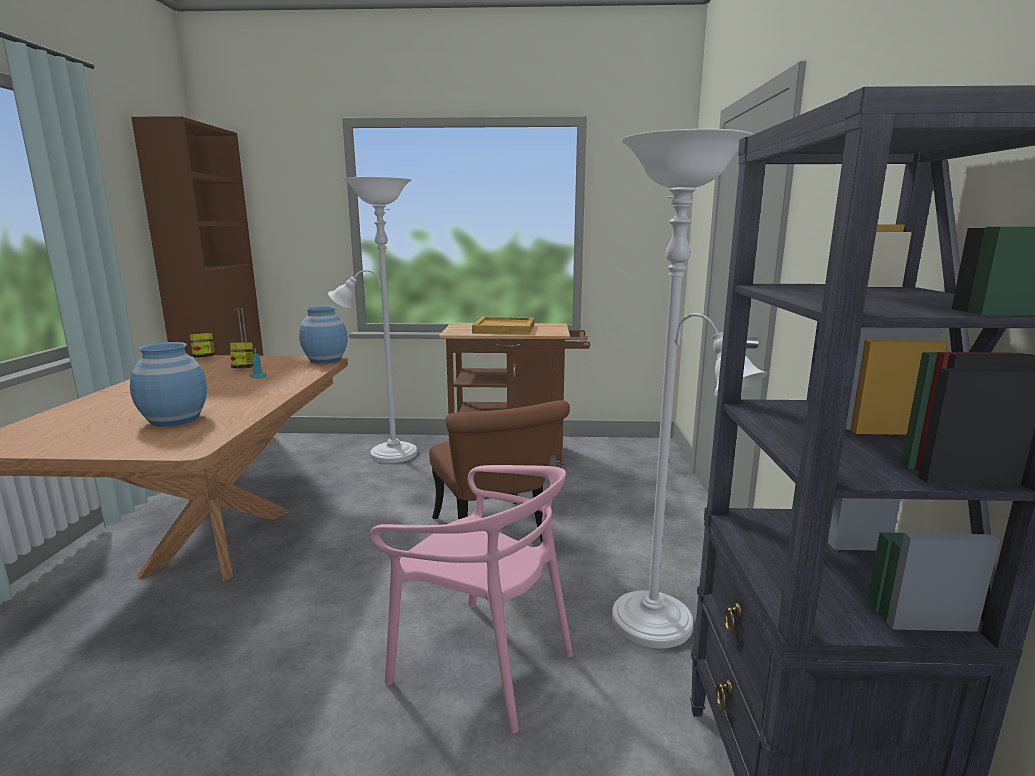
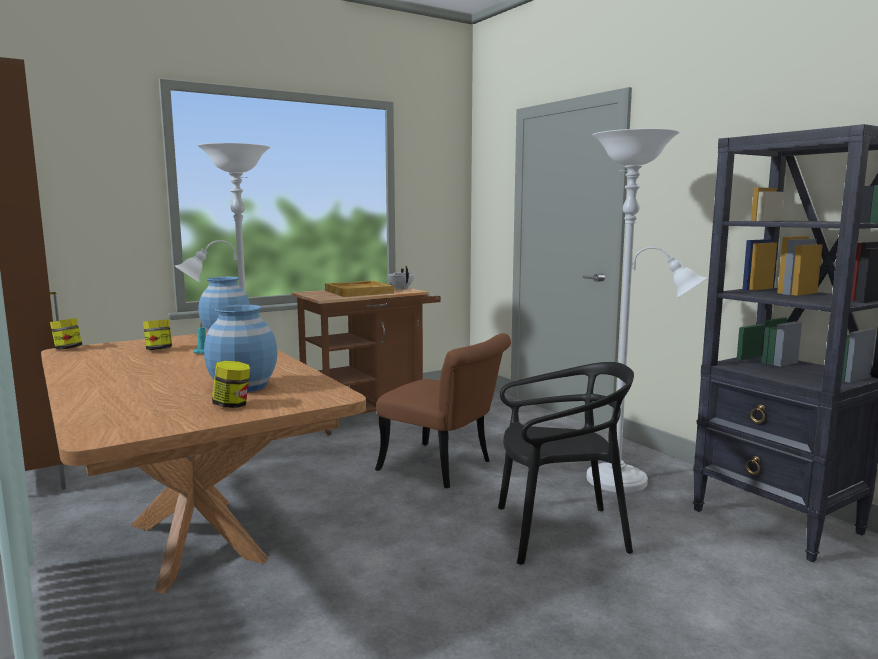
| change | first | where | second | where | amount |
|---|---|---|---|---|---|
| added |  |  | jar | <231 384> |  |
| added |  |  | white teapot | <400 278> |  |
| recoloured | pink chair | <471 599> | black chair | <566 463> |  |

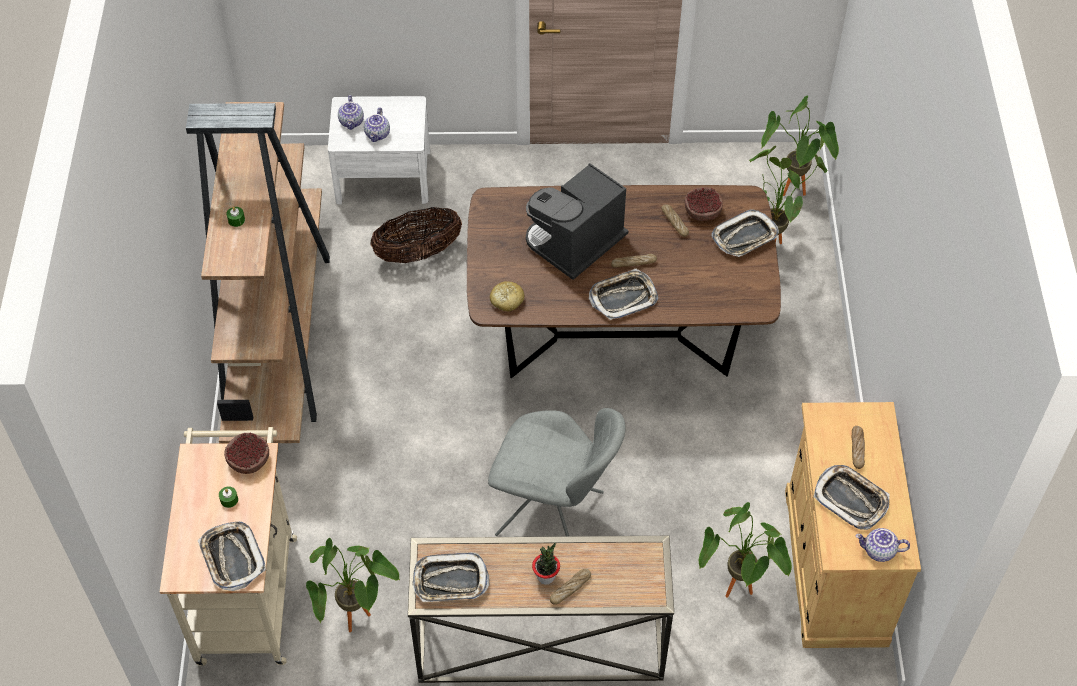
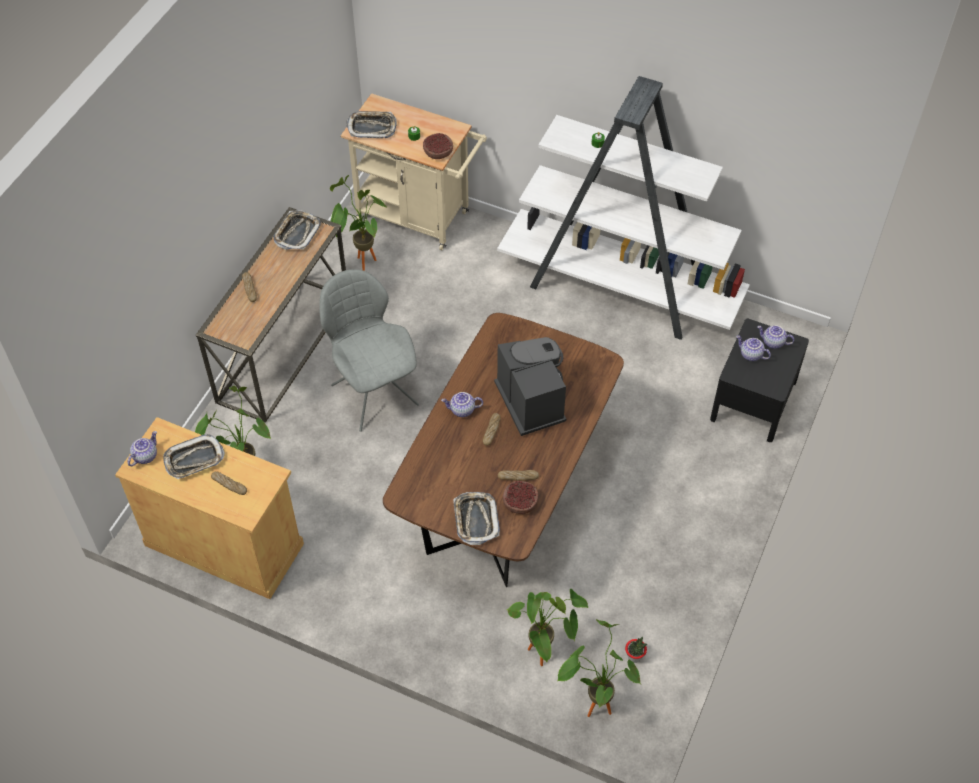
| change | first | where | second | where | amount |
|---|---|---|---|---|---|
| turned | grey chair | <557 472> |  | <369 350> | 105 degrees clockwise |
| replaced | tray | <623 294> | teapot | <462 404> |  |
| recoloured | brown bookcase | <258 272> | white bookcase | <623 208> |  |
| moved | potted plant | <546 563> |  | <636 650> |  |
| recoloured | white nightstand | <379 150> | black nightstand | <759 380> |  |
| removed | basket | <416 235> |  |  |  |
| removed | bread | <507 296> |  |  |  |

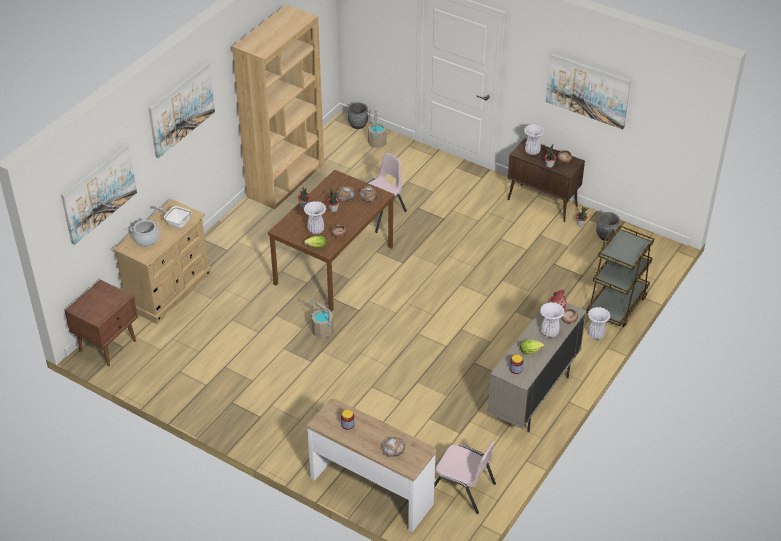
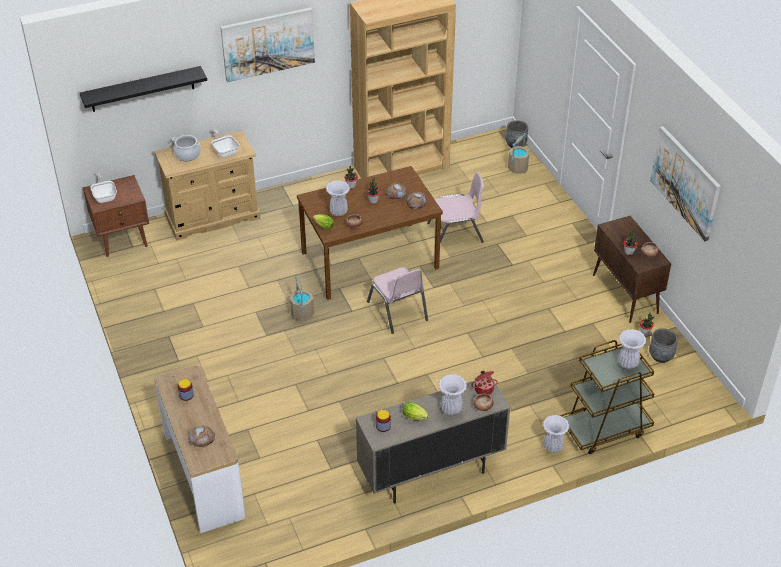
| change | first | where | second | where | amount |
|---|---|---|---|---|---|
| replaced | picture | <99 194> | black shelf | <143 89> |  |
| added |  |  | frying pan | <103 187> |  |
| moved | pink chair | <465 477> |  | <397 300> |  |
| moved | white vase | <534 139> |  | <632 349> |  |

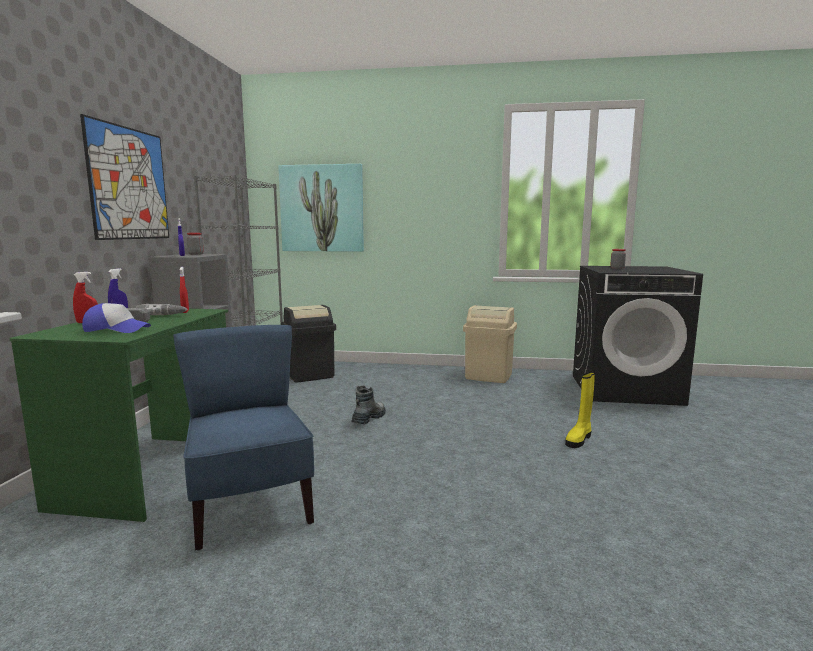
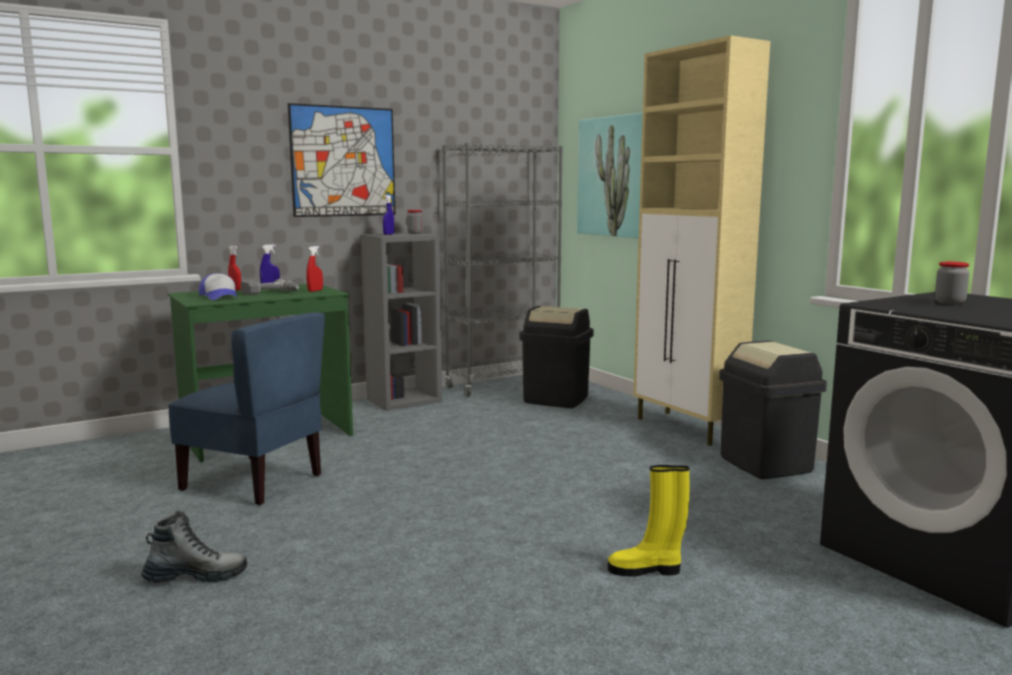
| change | first | where | second | where | amount |
|---|---|---|---|---|---|
| moved | boot | <368 404> |  | <194 546> |  |
| turned | blue chair | <243 437> |  | <246 409> | 90 degrees clockwise |
| added |  |  | beige cabinet | <702 240> |  |
| recoloured | beige trash can | <490 344> | black trash can | <773 410> |  |

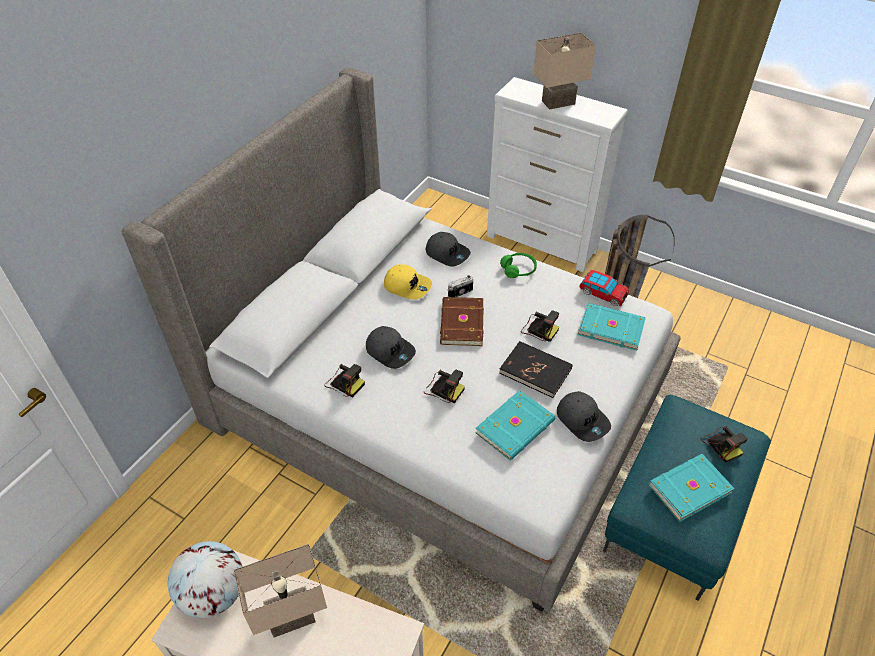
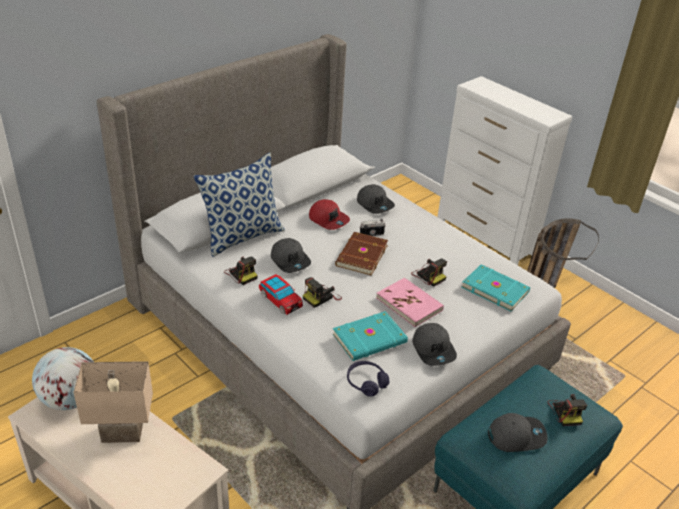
| change | first | where | second | where | amount |
|---|---|---|---|---|---|
| added |  |  | pillow | <239 205> |  |
| moved | toy car | <604 288> |  | <281 294> |  |
| turned | photo camera | <444 386> |  | <322 292> | 90 degrees clockwise |
| recoloured | yellow cap | <408 282> | red cap | <329 214> |  |
| added |  |  | purple headphones | <368 379> |  |
| recoloured | black book | <536 369> | pink book | <410 302> |  |
| replaced | turquoise book | <692 488> | grey cap | <518 432> |  |
| removed | green headphones | <518 265> |  |  |  |
| removed | beige table lamp | <564 71> |  |  |  |

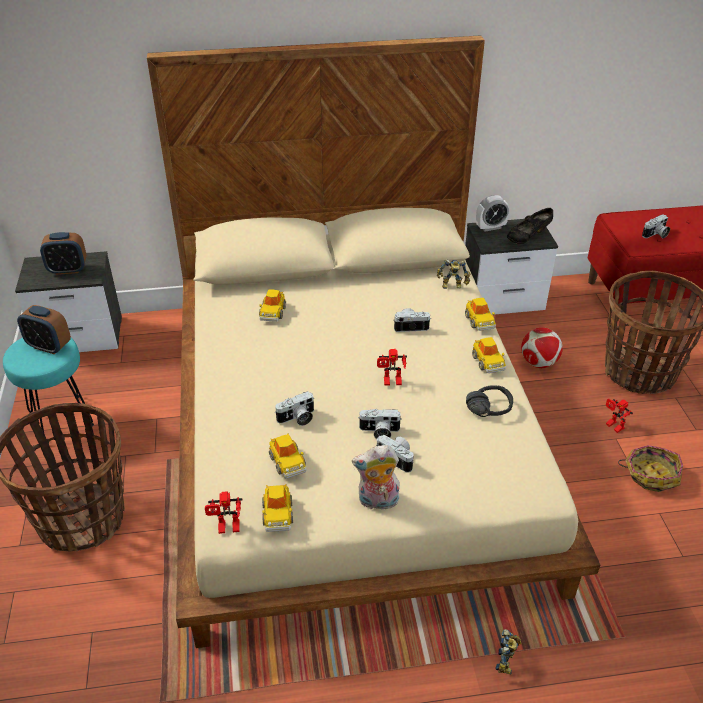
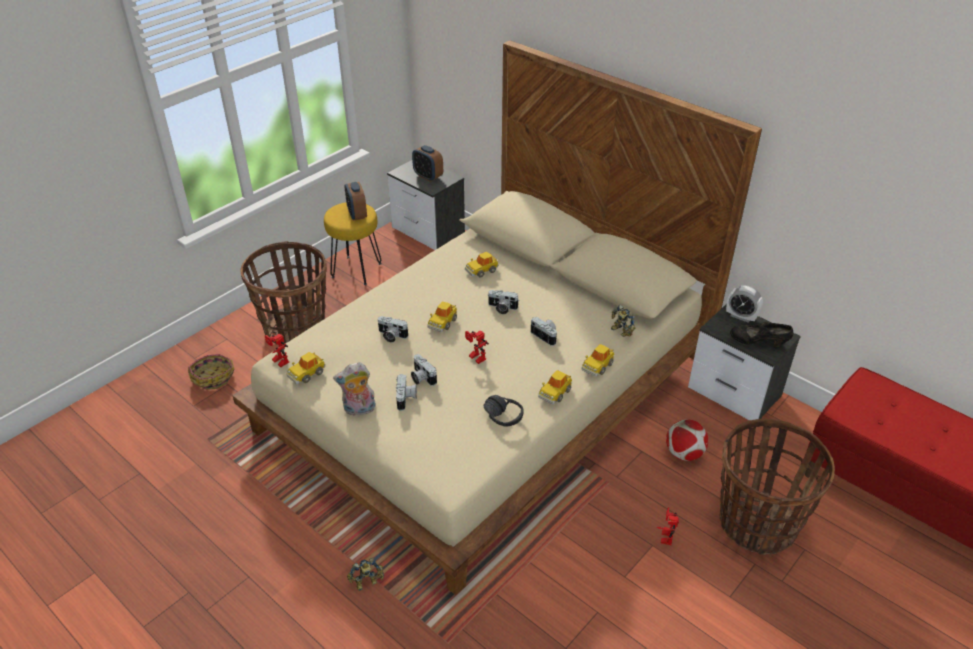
| change | first | where | second | where | amount |
|---|---|---|---|---|---|
| moved | basket | <650 468> |  | <211 372> |  |
| recoloured | turquoise stool | <48 385> | yellow stool | <353 243> |  |
| turned | plush toy | <376 477> |  | <354 389> | 60 degrees counterclockwise |
| moved | toy car | <288 456> |  | <442 317> |  |
| moved | photo camera | <656 226> |  | <503 302> |  |

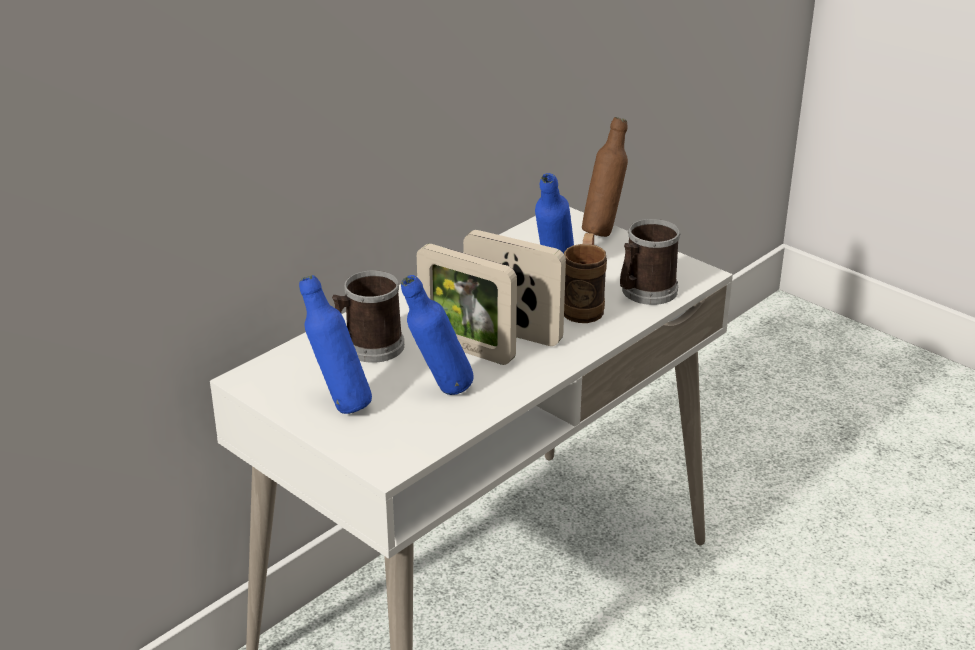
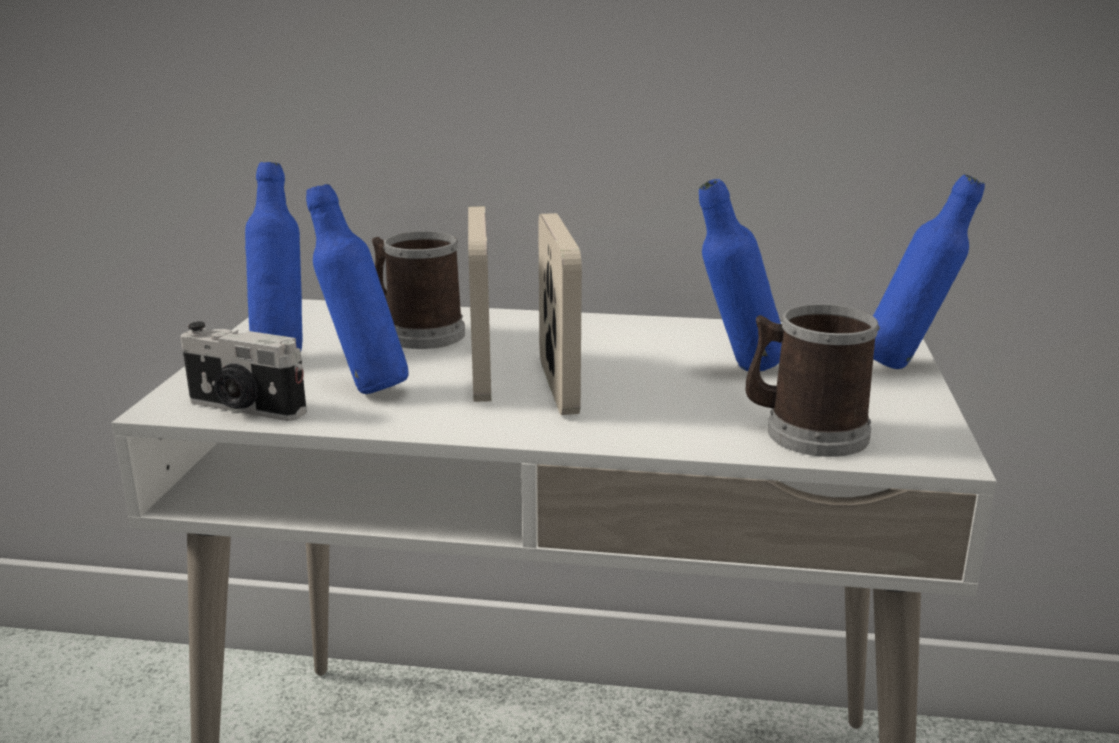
| change | first | where | second | where | amount |
|---|---|---|---|---|---|
| added |  |  | photo camera | <243 371> |  |
| recoloured | brown bottle | <605 177> | blue bottle | <929 271> |  |
| removed | brown mug | <585 278> |  |  |  |

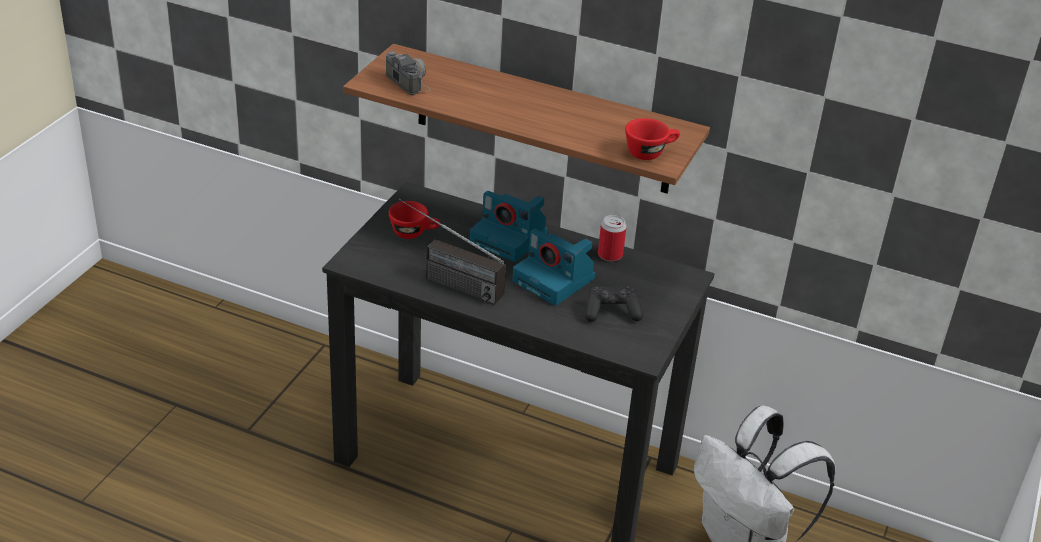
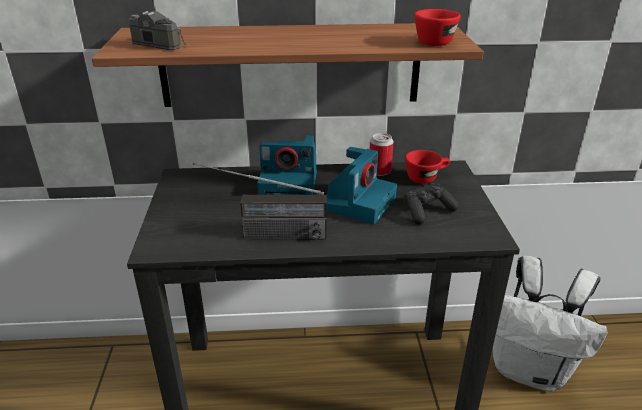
| change | first | where | second | where | amount |
|---|---|---|---|---|---|
| turned | photo camera | <553 267> |  | <361 185> | 75 degrees counterclockwise |
| moved | red cup | <415 220> |  | <427 167> |  |

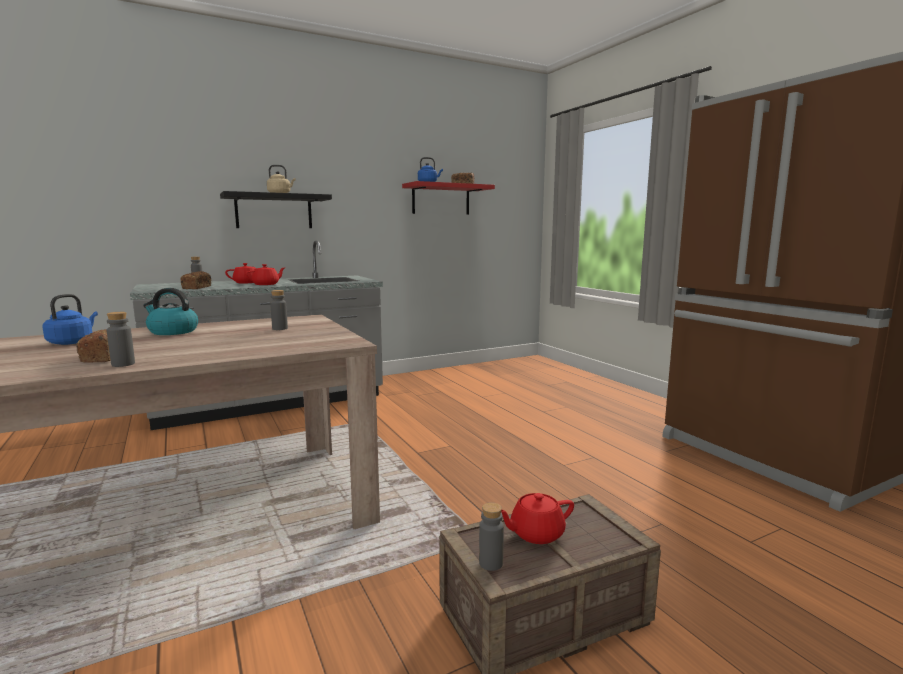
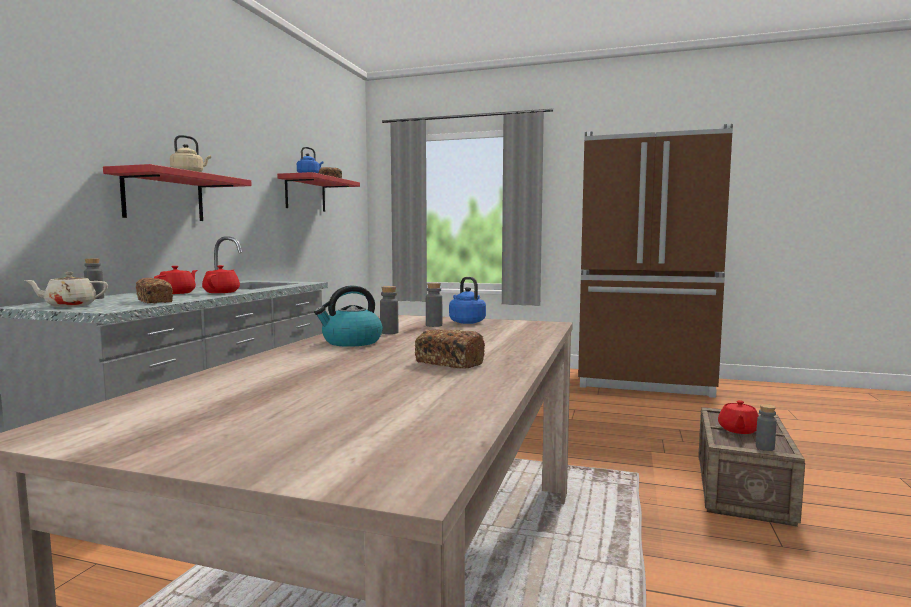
| change | first | where | second | where | amount |
|---|---|---|---|---|---|
| added |  |  | beige teapot | <66 289> |  |
| recoloured | black shelf | <276 209> | red shelf | <177 192> |  |
| moved | grey bottle | <121 339> |  | <389 310> |  |
| moved | blue kettle | <70 319> |  | <467 300> |  |

